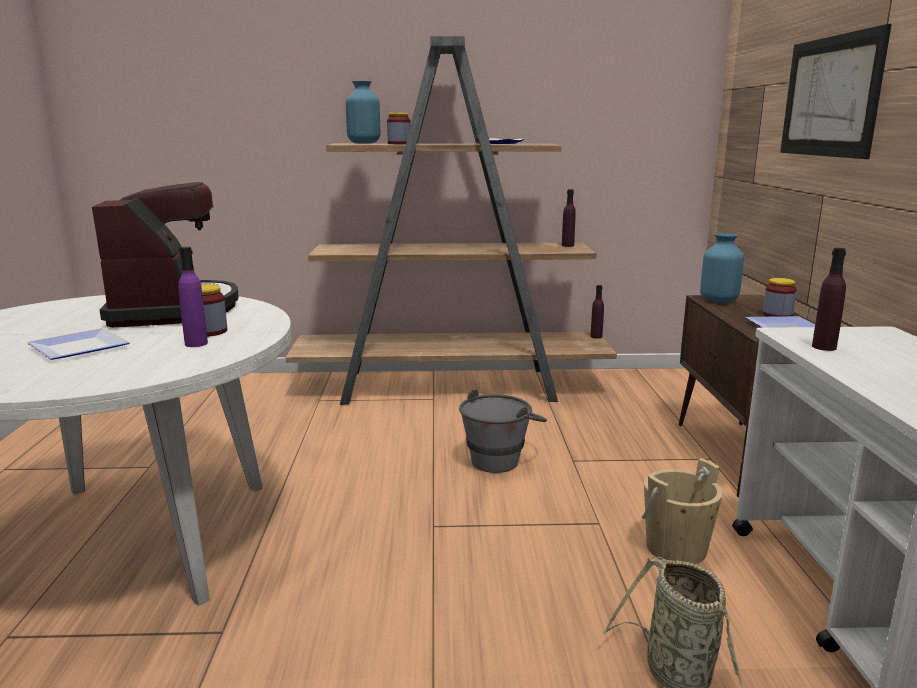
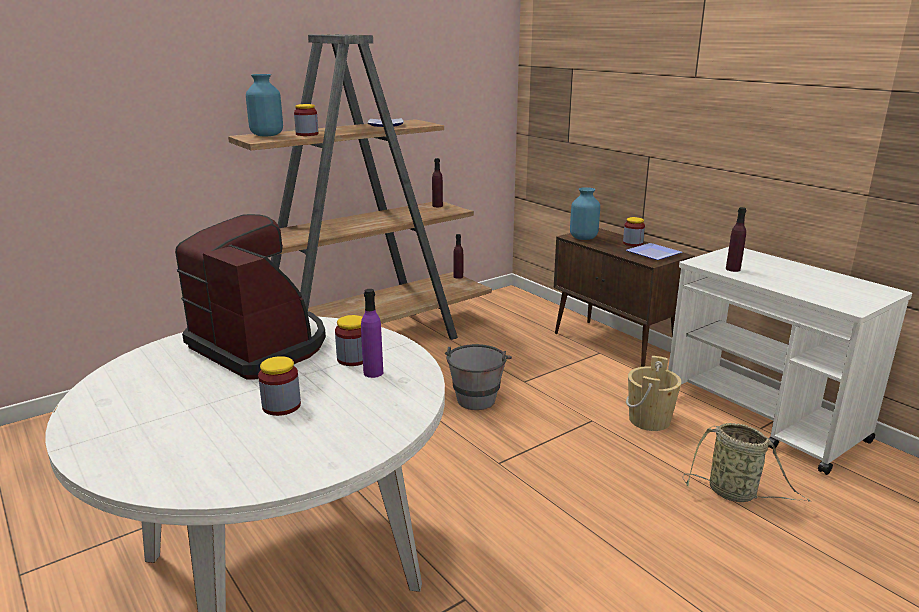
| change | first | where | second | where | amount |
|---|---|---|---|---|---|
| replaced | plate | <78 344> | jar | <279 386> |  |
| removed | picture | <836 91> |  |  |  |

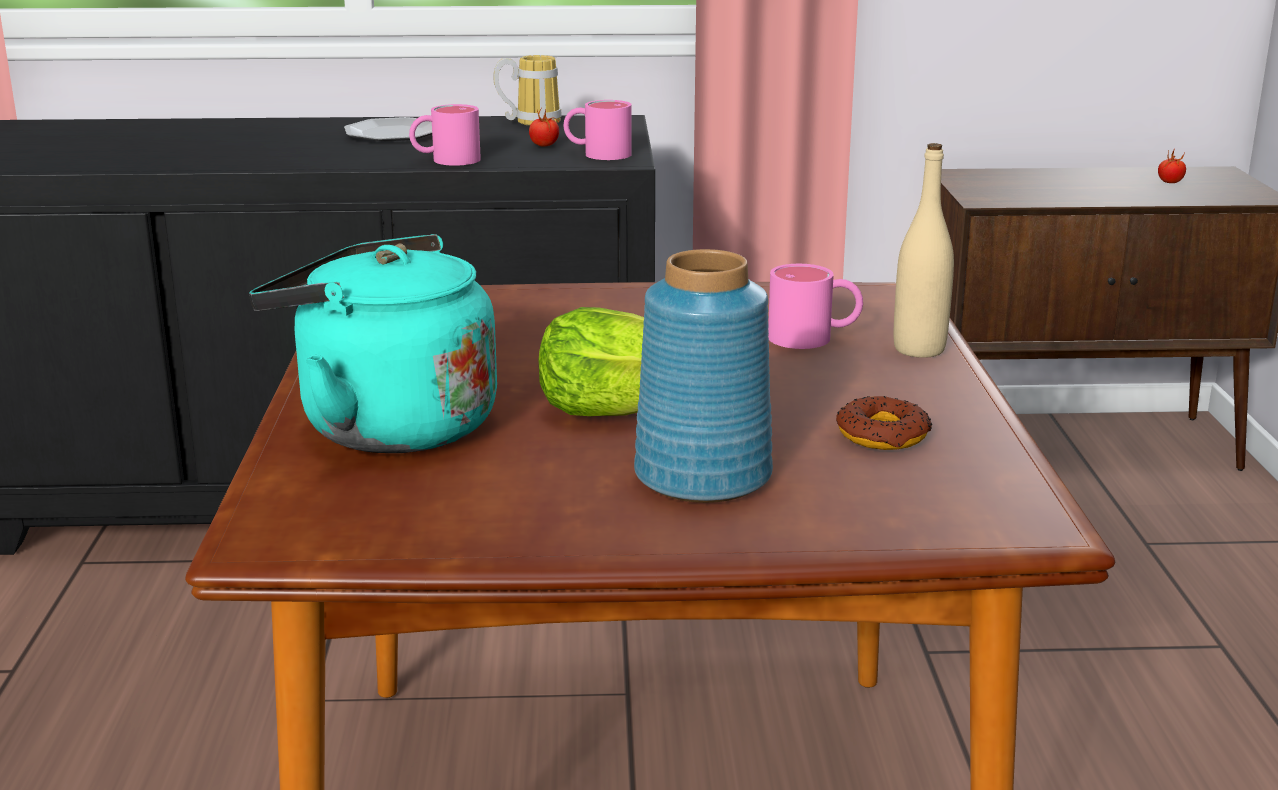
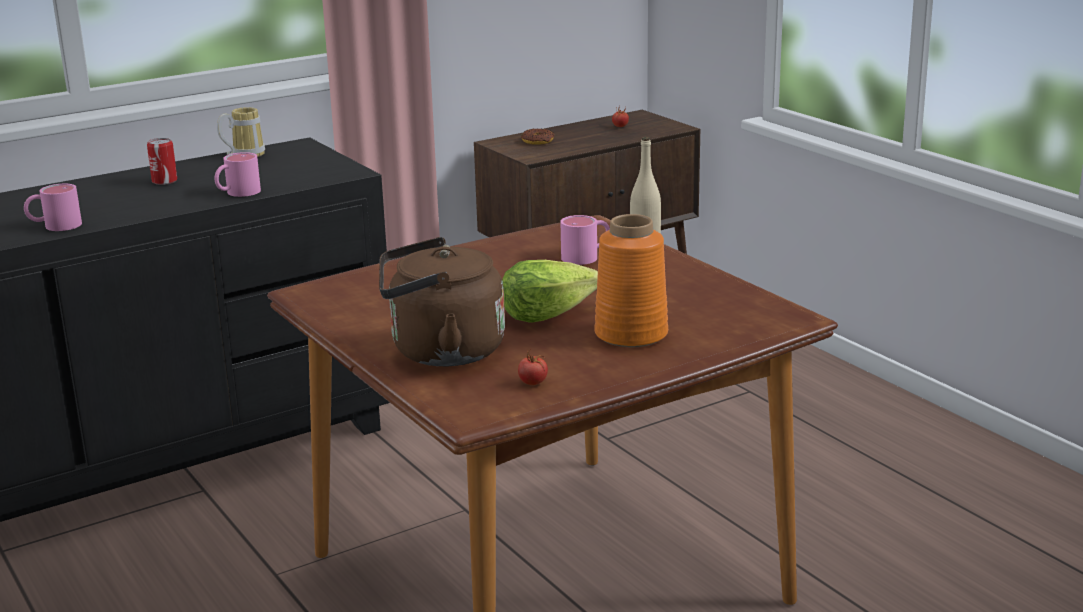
| change | first | where | second | where | amount |
|---|---|---|---|---|---|
| moved | pink mug | <597 130> |  | <53 207> |  |
| replaced | plate | <388 129> | can | <162 161> |  |
| recoloured | turquoise kettle | <373 343> | brown kettle | <442 301> |  |
| moved | tomato | <544 127> |  | <533 367> |  |
| moved | donut | <884 423> |  | <537 136> |  |
| recoloured | blue vase | <703 376> | orange vase | <631 280> |  |

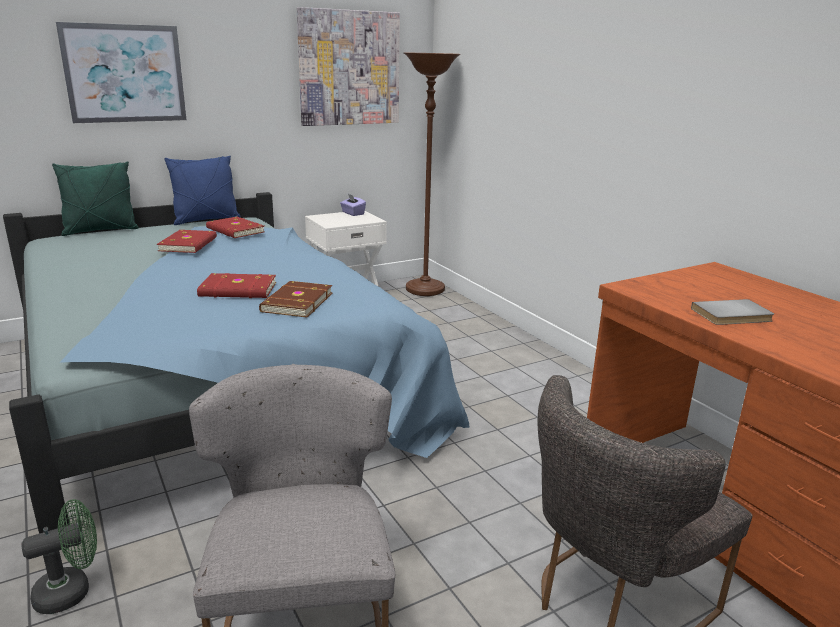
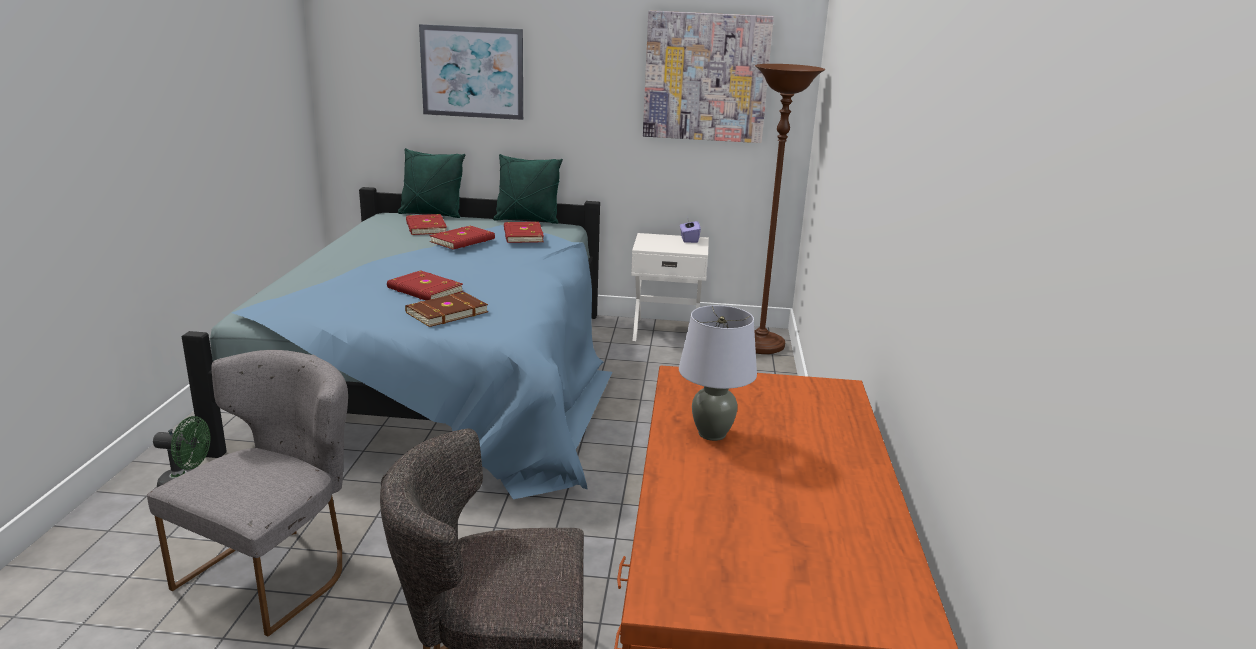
| change | first | where | second | where | amount |
|---|---|---|---|---|---|
| added |  |  | red book | <426 224> |  |
| recoloured | blue pillow | <202 190> | green pillow | <528 189> |  |
| replaced | grey book | <732 312> | grey table lamp | <718 373> |  |

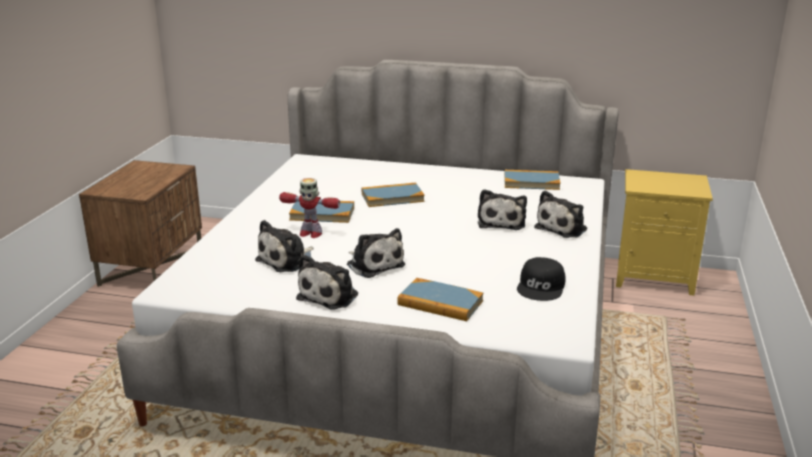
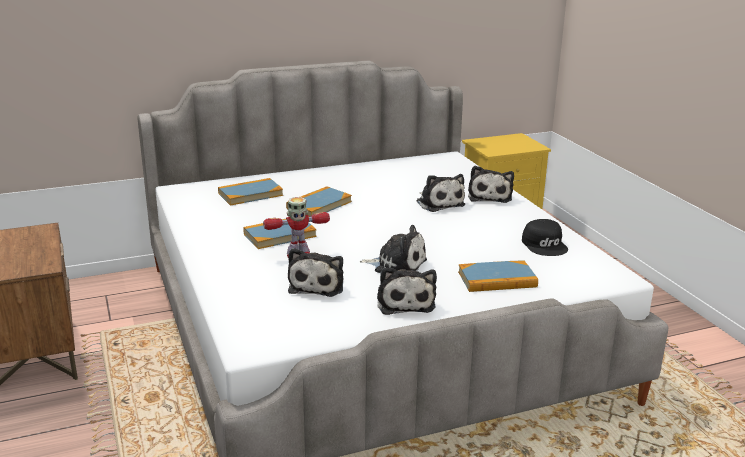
| change | first | where | second | where | amount |
|---|---|---|---|---|---|
| moved | book | <532 180> |  | <250 191> |  |

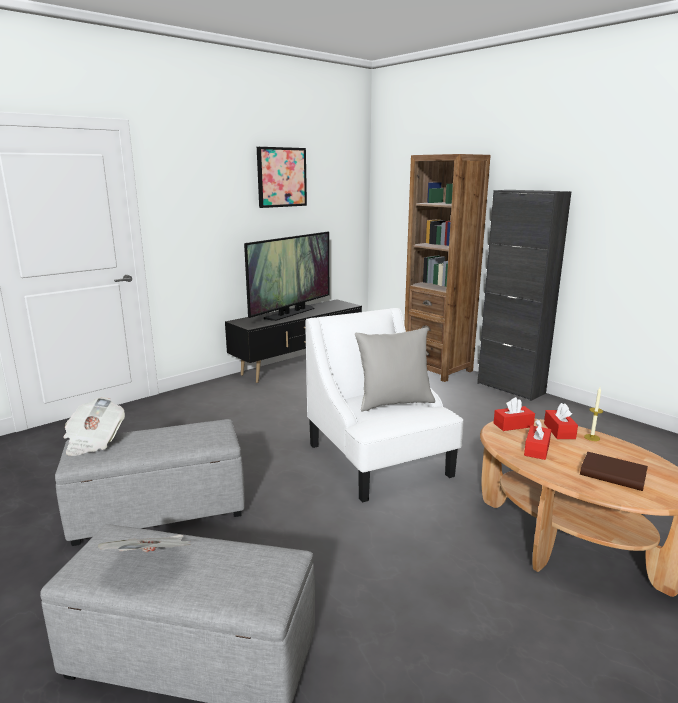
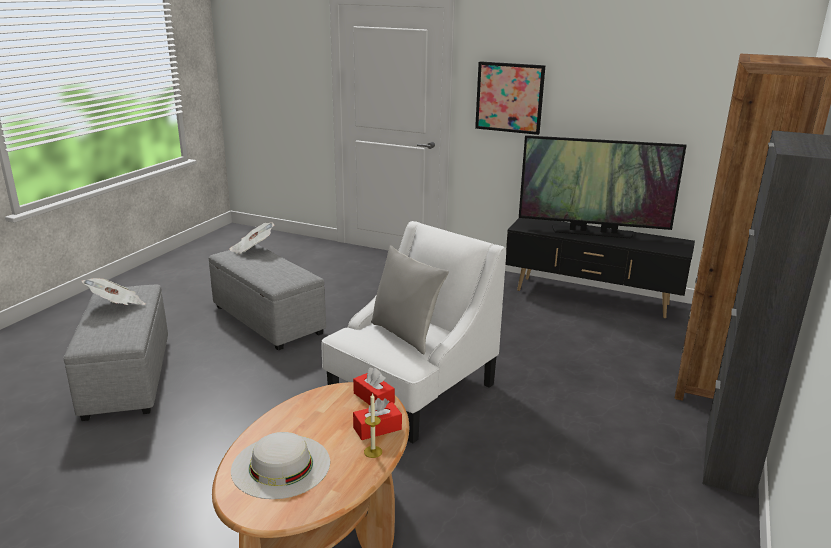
| change | first | where | second | where | amount |
|---|---|---|---|---|---|
| replaced | brown book | <614 471> | white hat | <280 465> |  |
| moved | picture | <282 177> |  | <510 98> |  |
| removed | red tissue box | <537 439> |  |  |  |

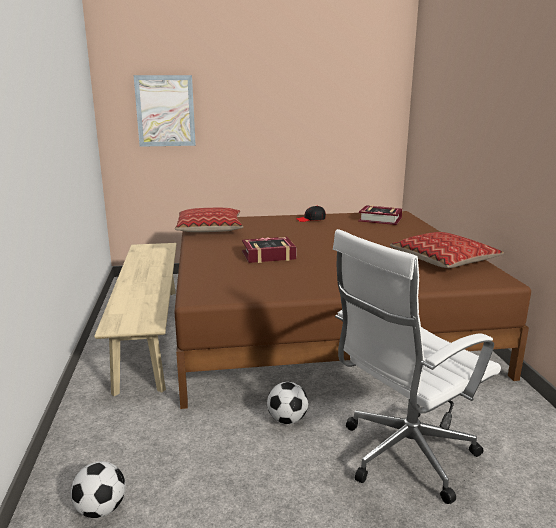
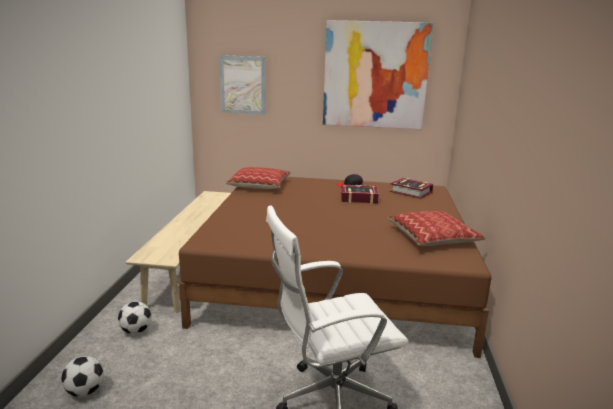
| change | first | where | second | where | amount |
|---|---|---|---|---|---|
| moved | football | <287 403> |  | <135 317> |  |
| added |  |  | picture | <378 74> |  |
| moved | book | <269 250> |  | <360 194> |  |

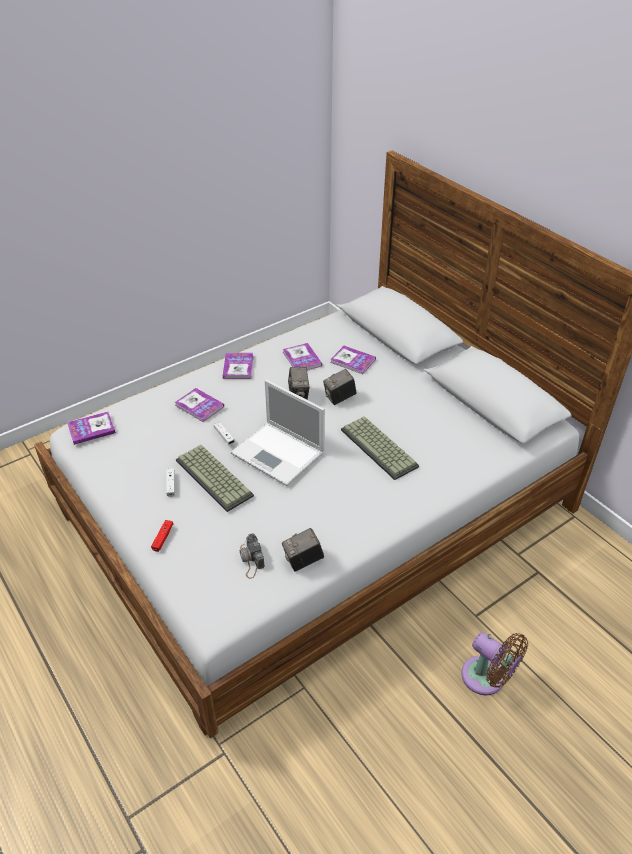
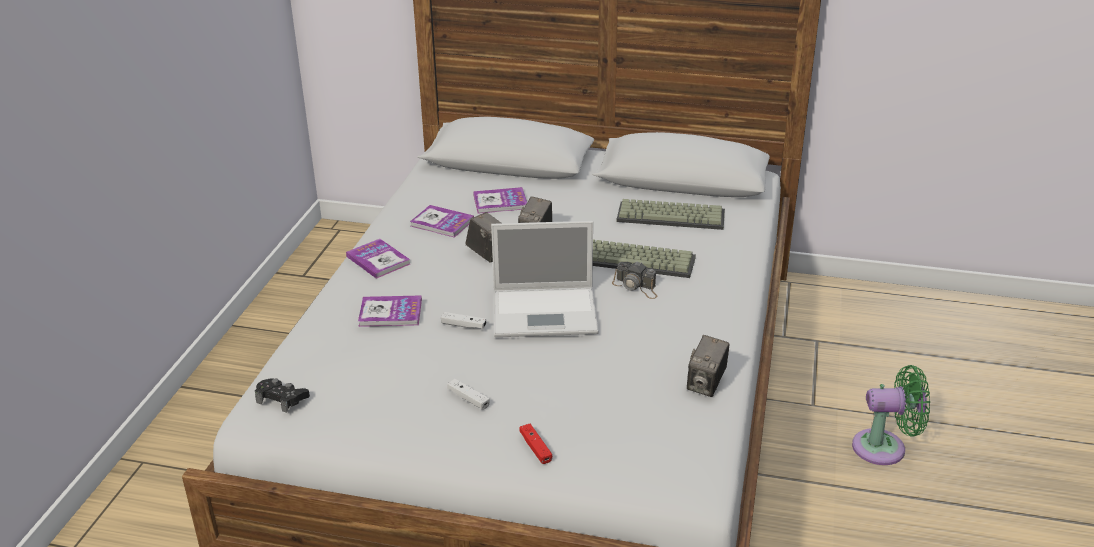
| change | first | where | second | where | amount |
|---|---|---|---|---|---|
| replaced | book | <91 428> | black game controller | <282 395> |  |
| moved | photo camera | <252 556> |  | <634 280> |  |
| moved | keyboard | <215 478> |  | <670 214> |  |
| recoloured | brown fan | <494 663> | green fan | <891 415> |  |

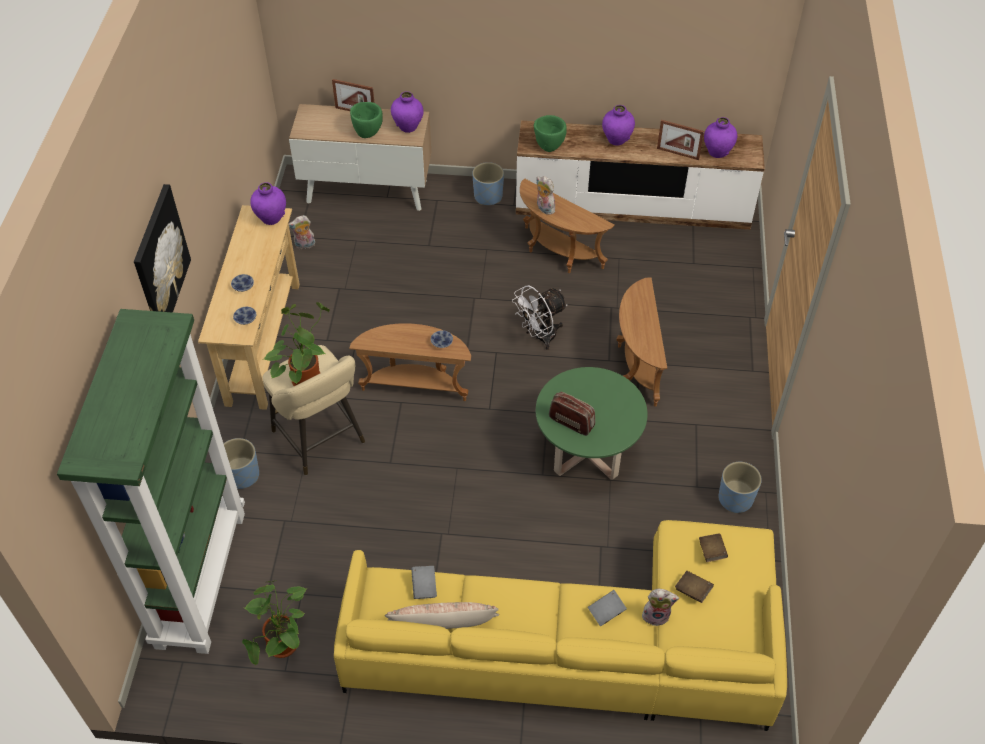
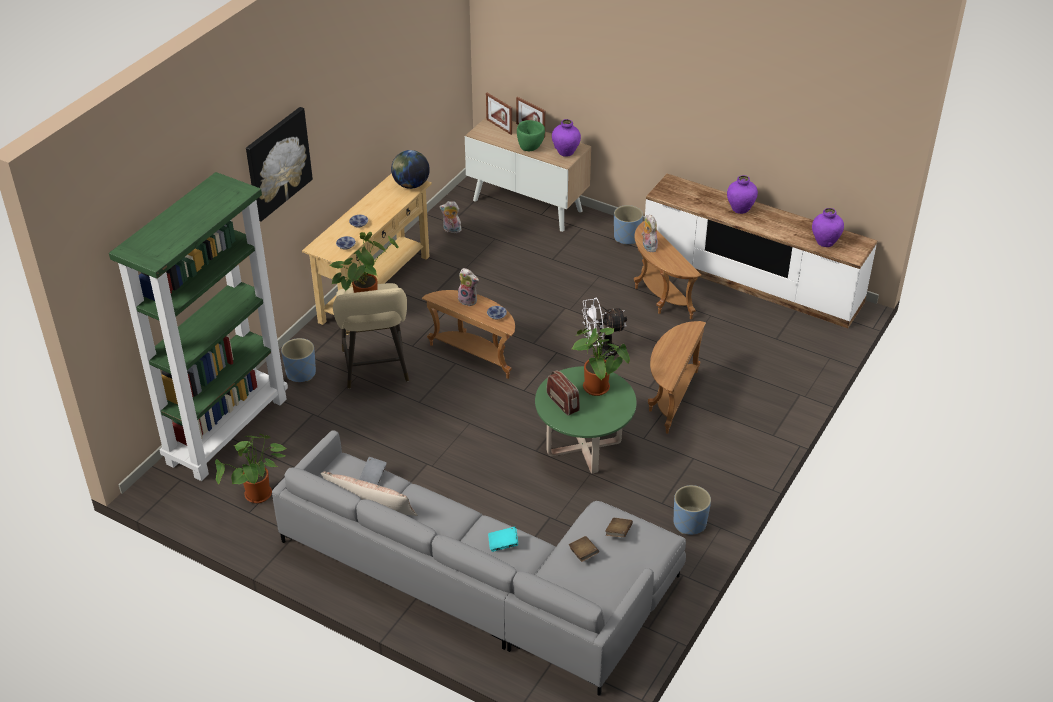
| change | first | where | second | where | amount |
|---|---|---|---|---|---|
| recoloured | yellow sofa | <560 625> | grey sofa | <479 563> |  |
| replaced | purple vase | <268 203> | globe | <410 169> |  |
| moved | plush toy | <659 607> |  | <468 287> |  |
| moved | picture frame | <680 140> |  | <499 114> |  |
| recoloured | grey book | <607 608> | turquoise book | <503 539> |  |
| added |  |  | potted plant | <601 362> |  |
| removed | green bowl | <550 133> |  |  |  |

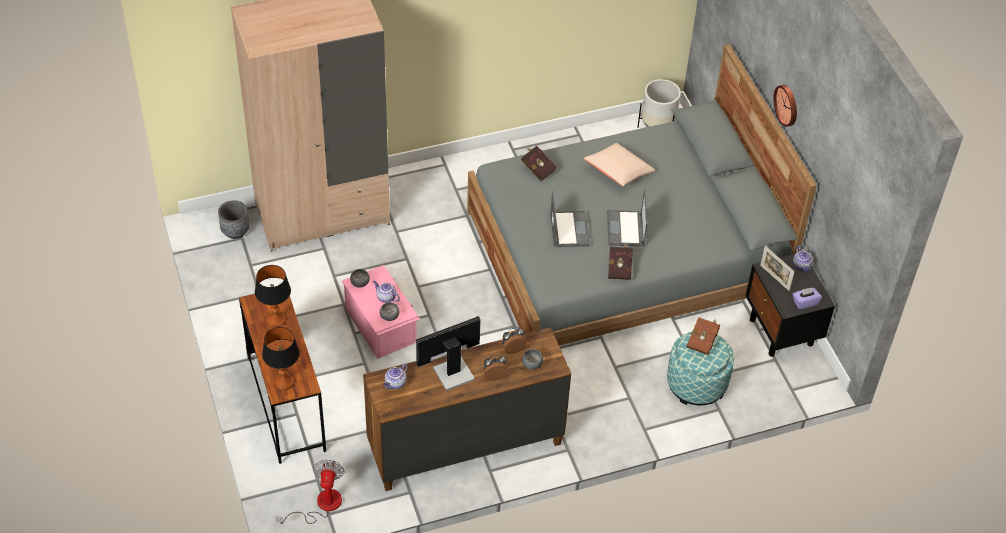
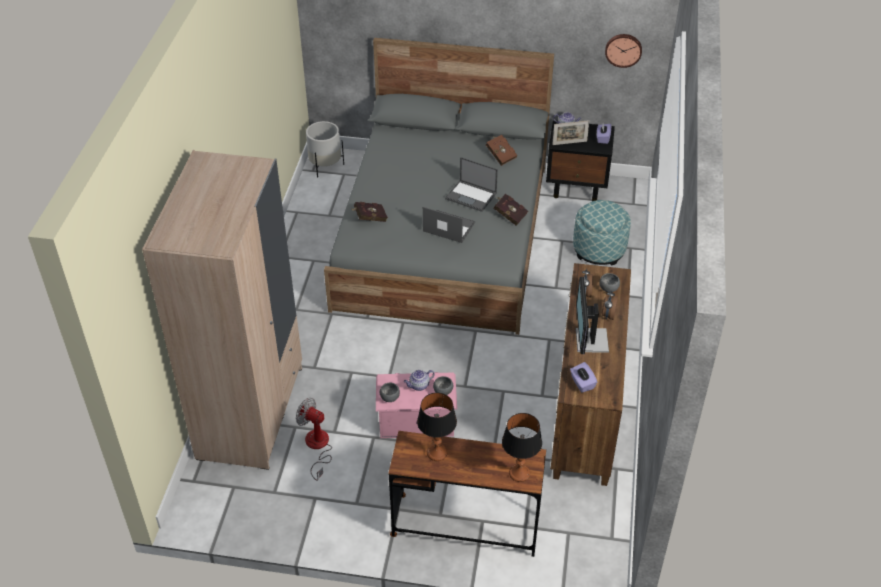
| change | first | where | second | where | amount |
|---|---|---|---|---|---|
| moved | fan | <310 492> |  | <314 439> |  |
| moved | brown book | <703 336> |  | <501 150> |  |
| replaced | teapot | <395 376> | purple tissue box | <583 377> |  |
| moved | wall clock | <785 106> |  | <623 51> |  |
| removed | grey planter | <234 219> |  |  |  |
| removed | beige pillow | <619 164> |  |  |  |

